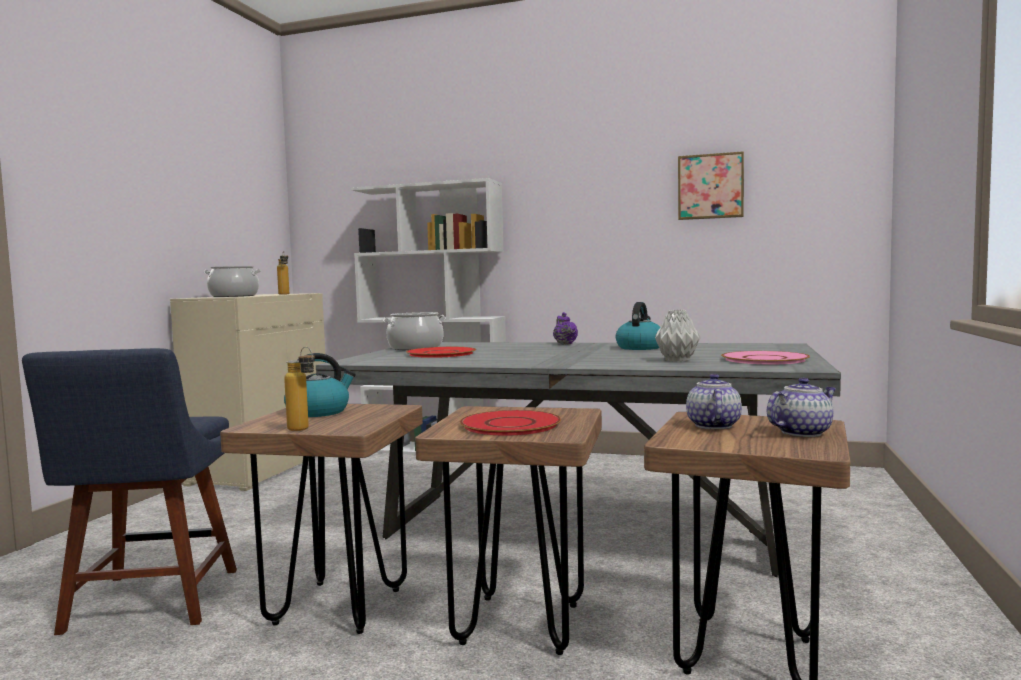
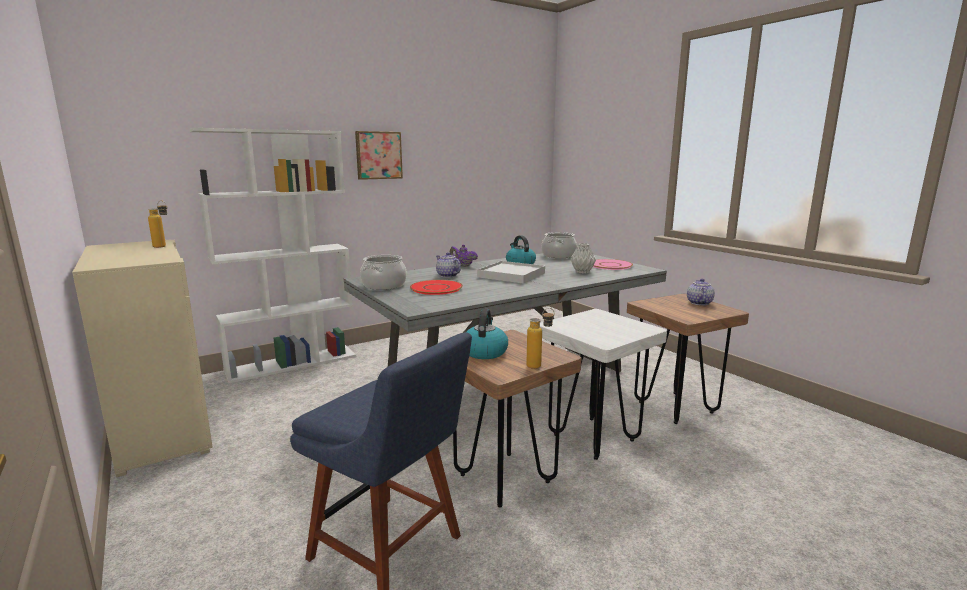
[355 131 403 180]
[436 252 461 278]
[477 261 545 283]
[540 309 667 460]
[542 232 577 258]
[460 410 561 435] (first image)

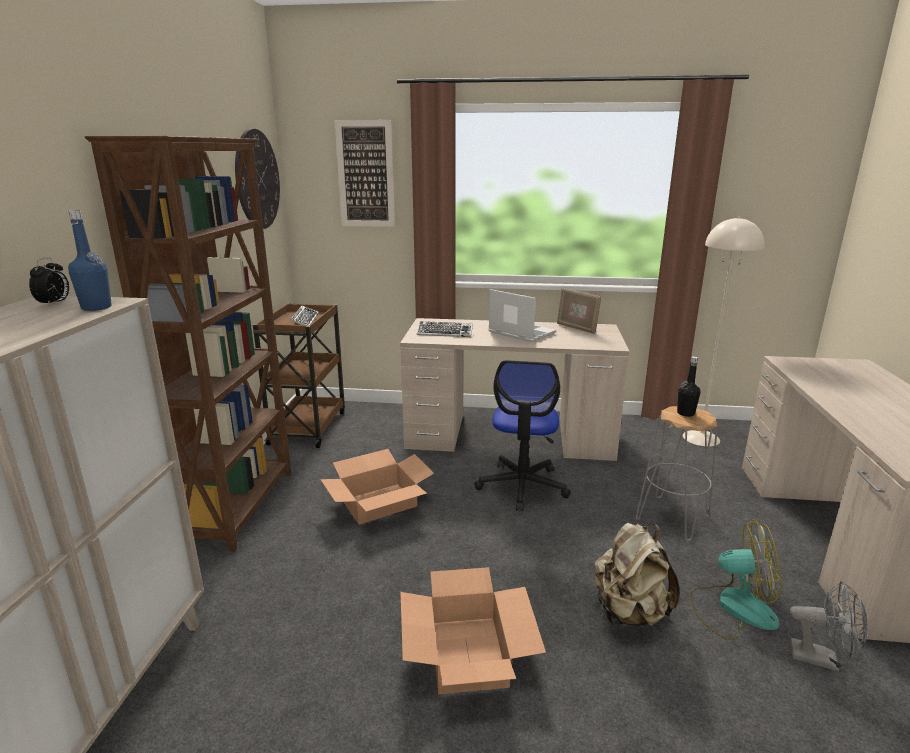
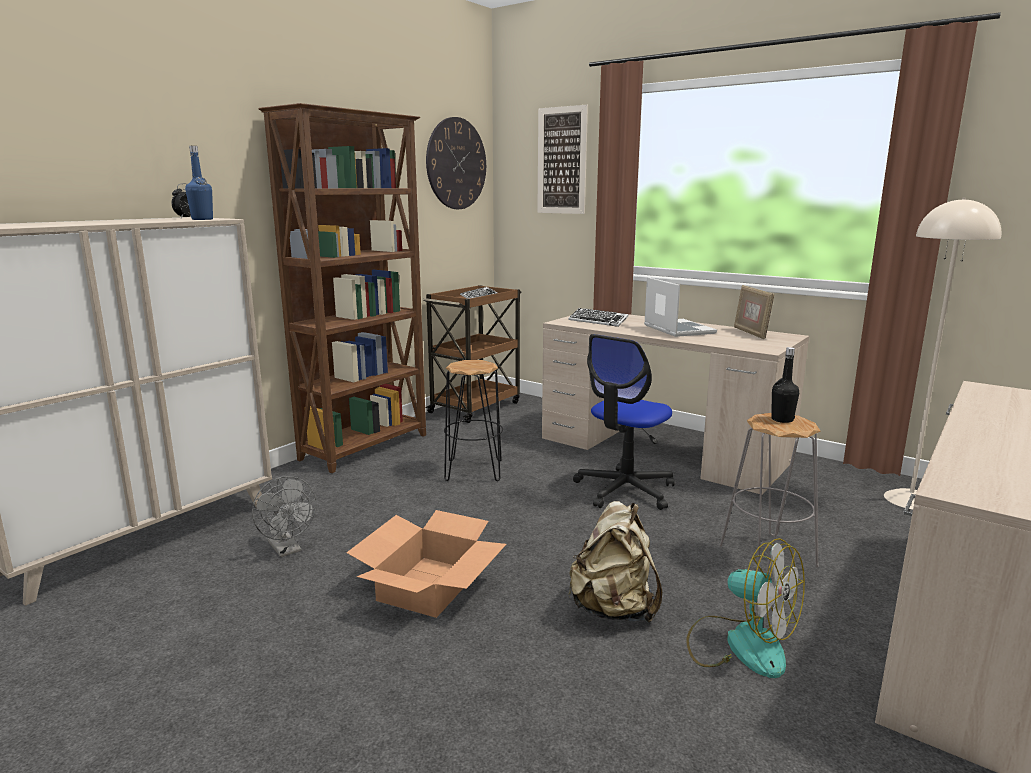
[252 476 316 557]
[444 360 503 481]

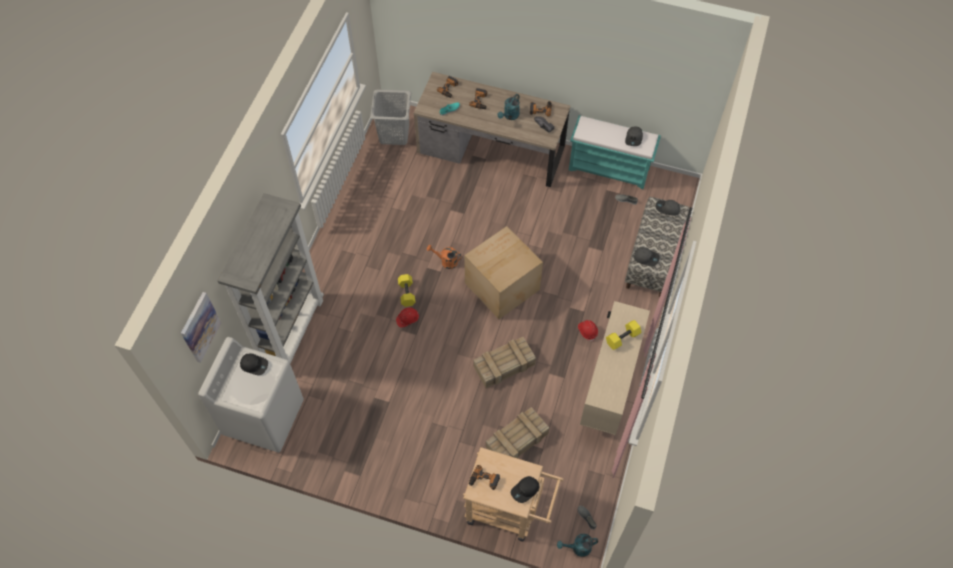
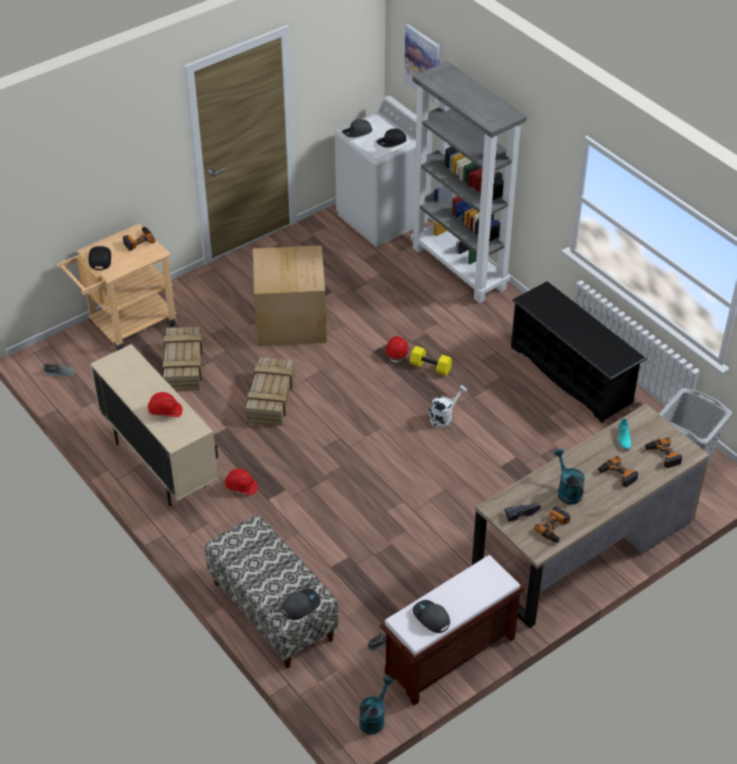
[148 392 182 417]
[253 245 327 346]
[342 119 372 138]
[359 676 393 734]
[380 555 525 706]
[428 385 467 428]
[511 281 646 423]

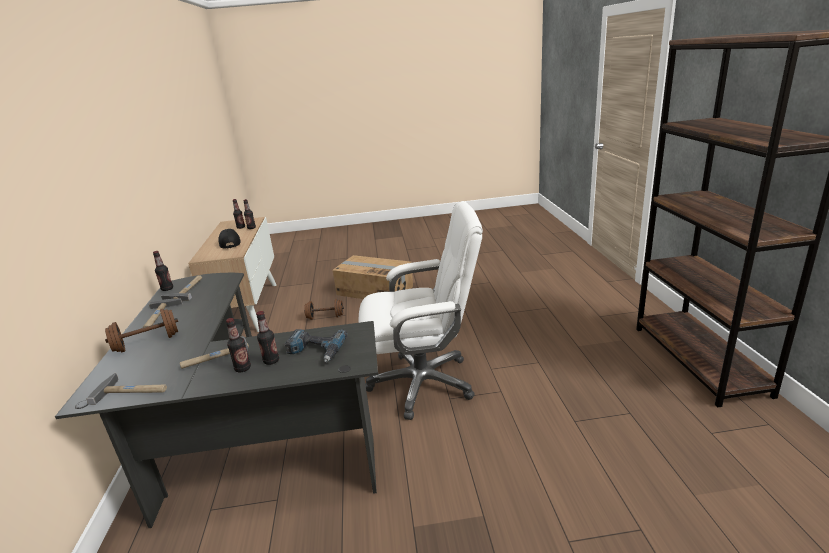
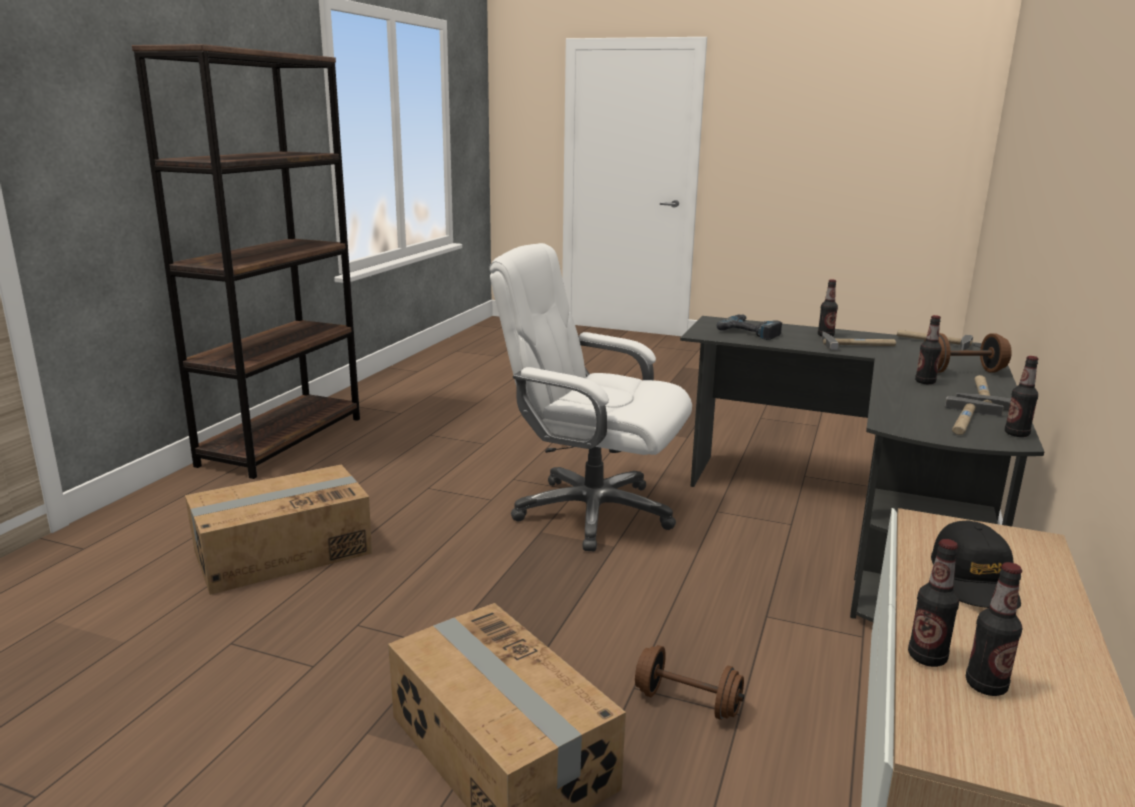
[185 465 372 595]
[915 315 942 384]

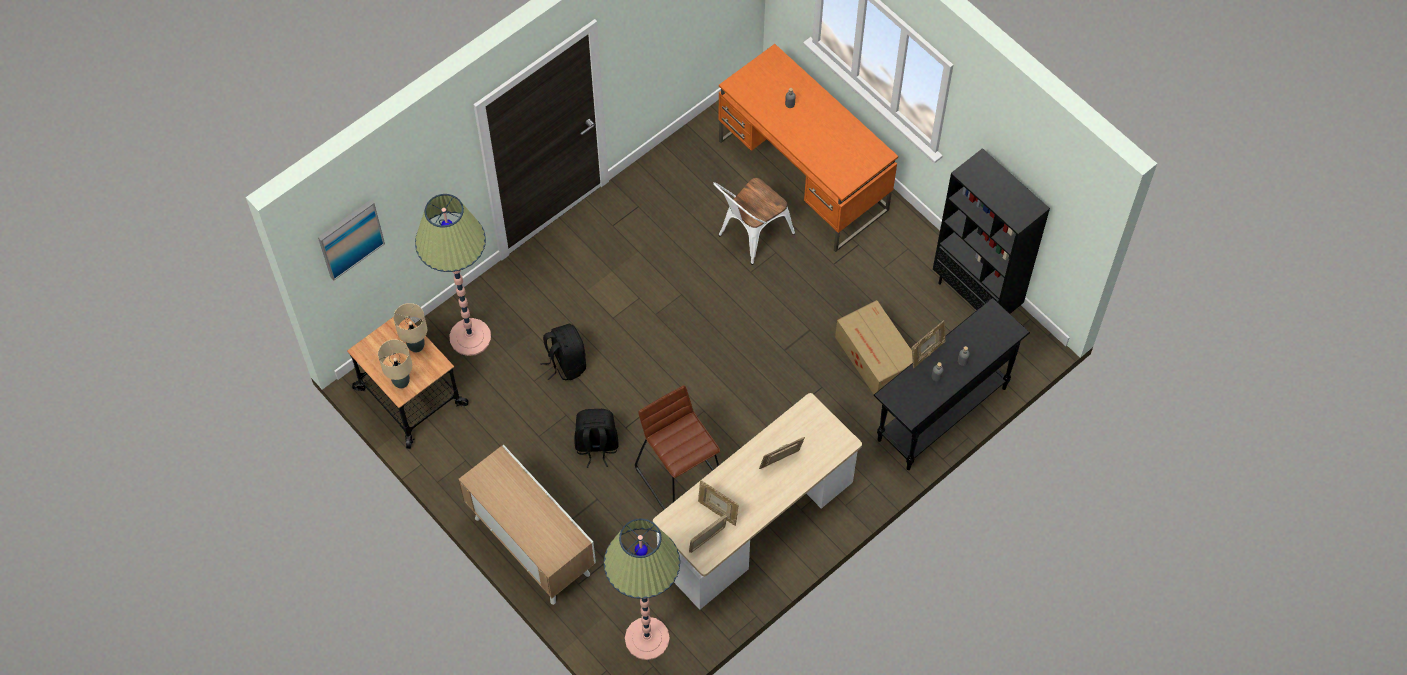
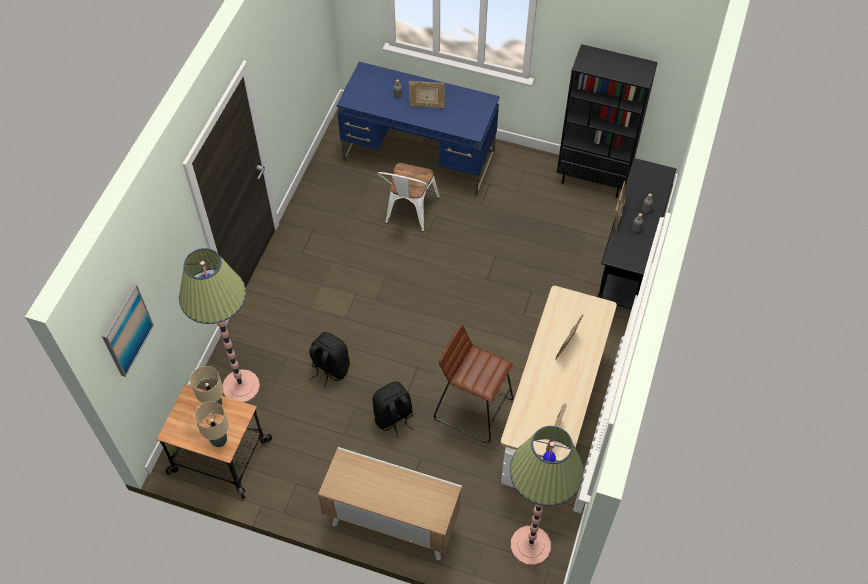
[337 62 499 196]
[409 81 445 108]
[835 300 913 394] (first image)

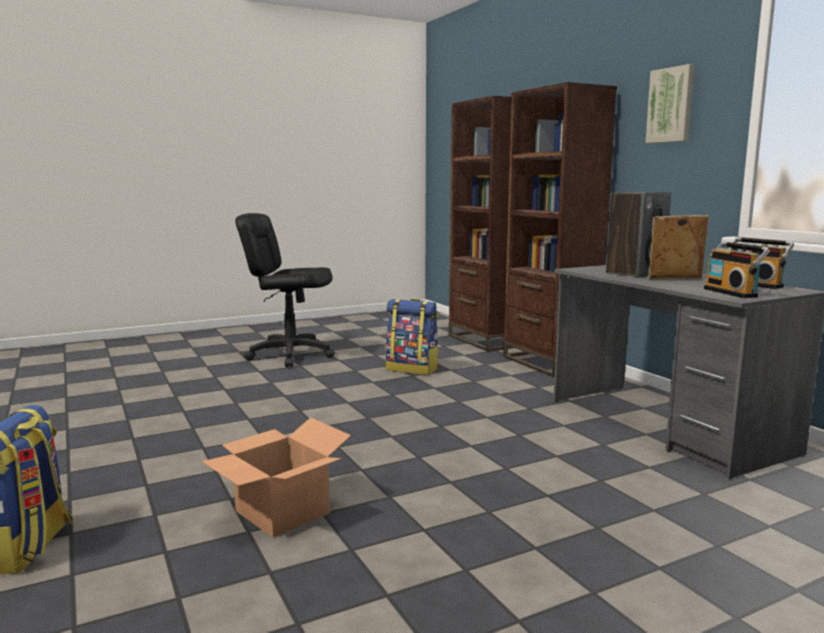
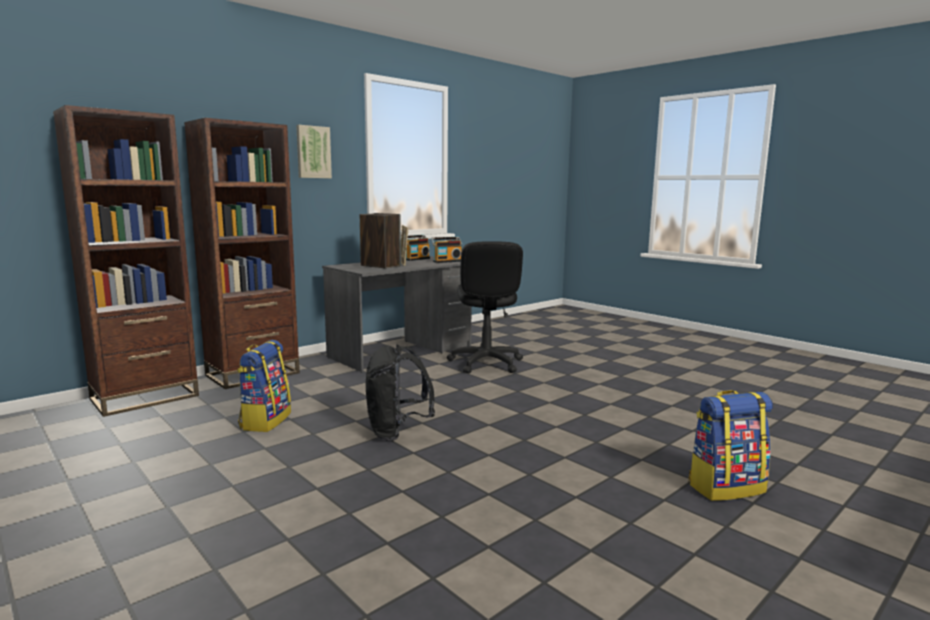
[366 344 435 441]
[447 241 523 374]
[202 418 351 537] (first image)

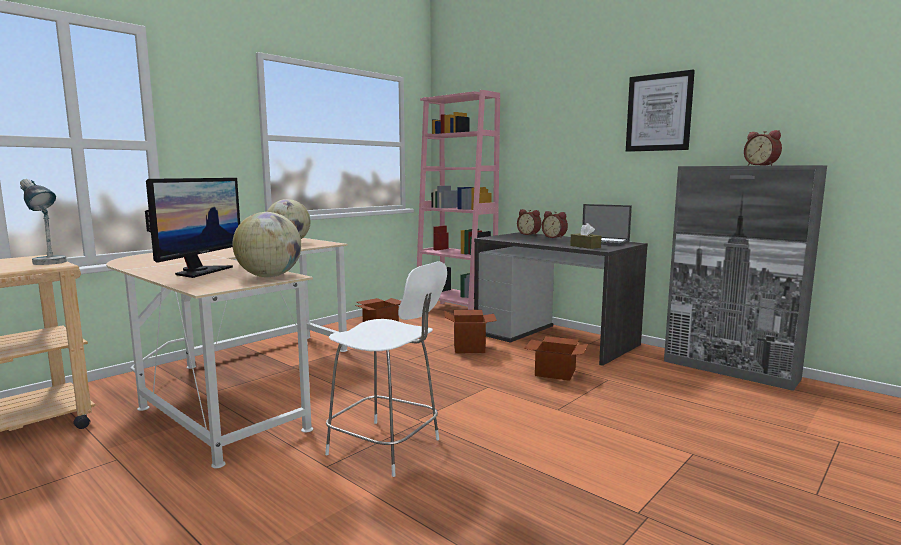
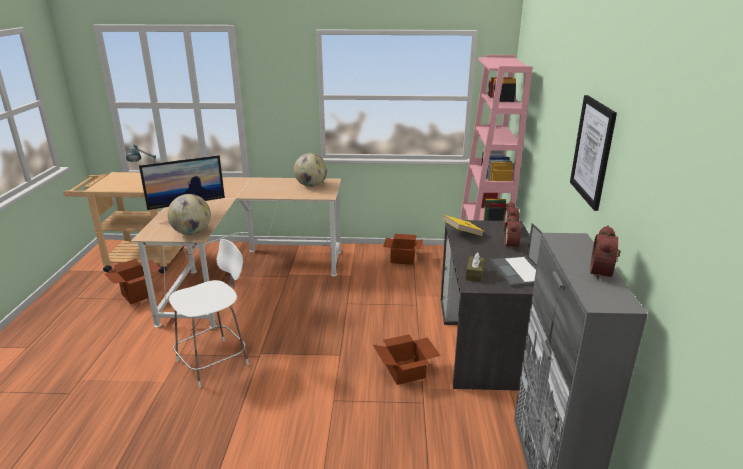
[105 259 161 304]
[169 239 249 388]
[443 215 484 236]

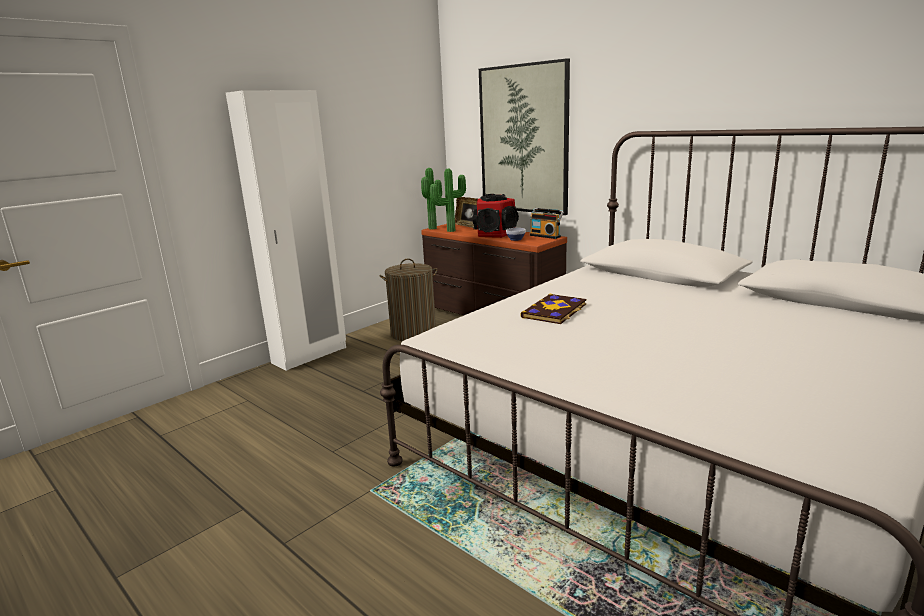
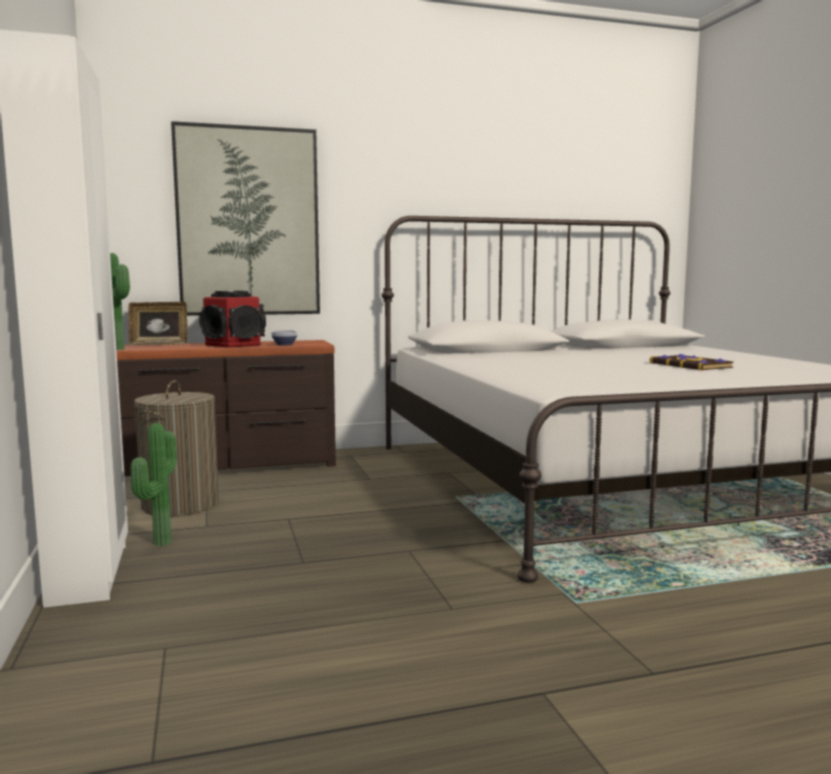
[131 423 177 546]
[650 354 733 371]
[530 208 564 239] (first image)

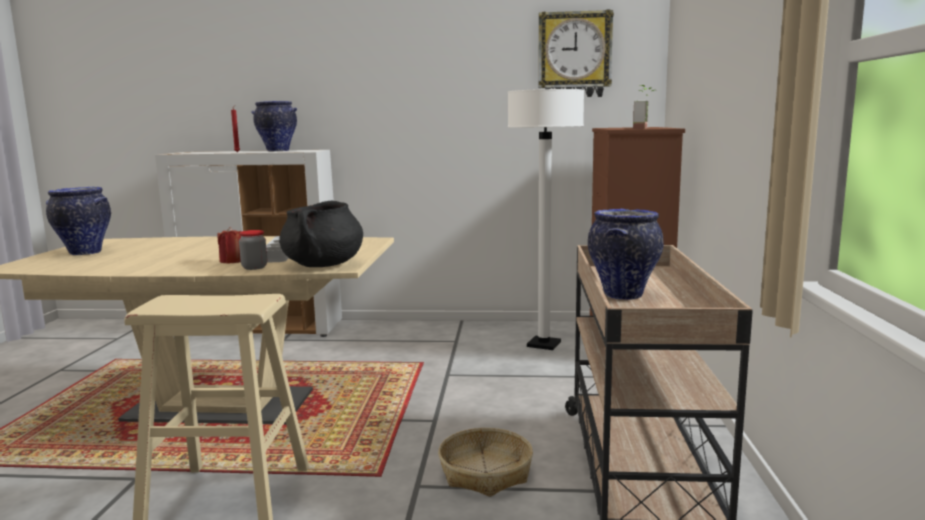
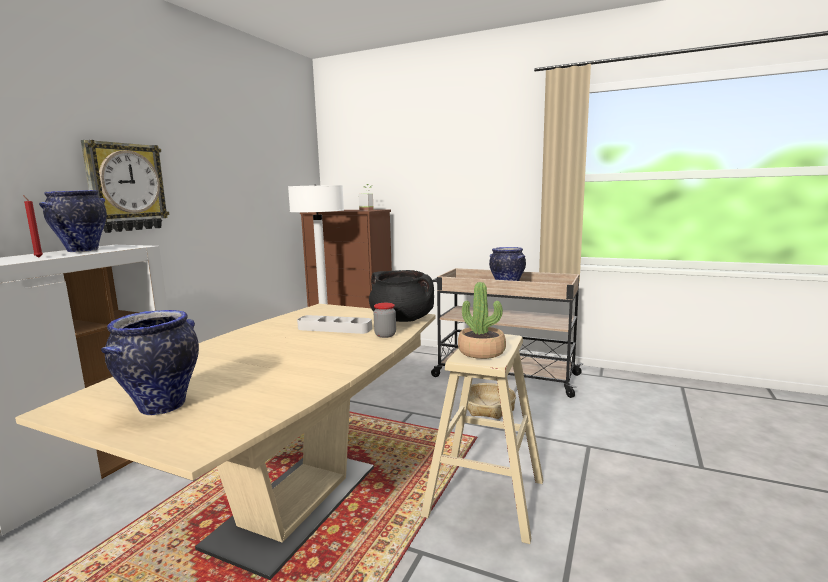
[81 140 170 233]
[458 282 506 359]
[217 227 242 264] (first image)

